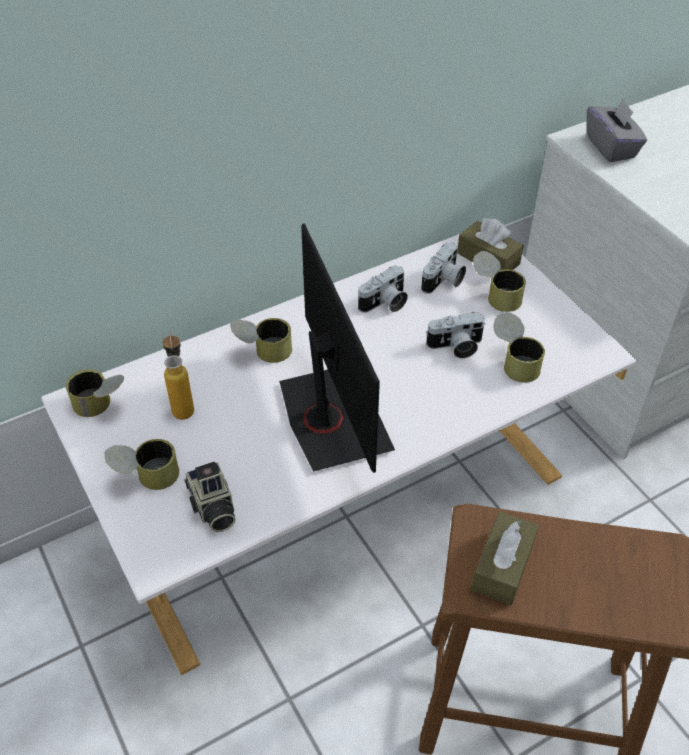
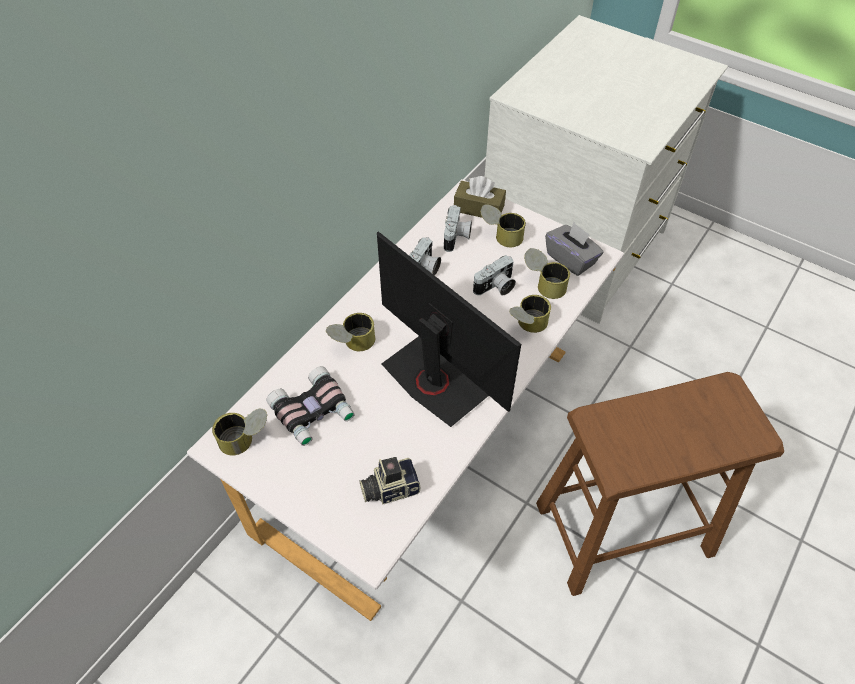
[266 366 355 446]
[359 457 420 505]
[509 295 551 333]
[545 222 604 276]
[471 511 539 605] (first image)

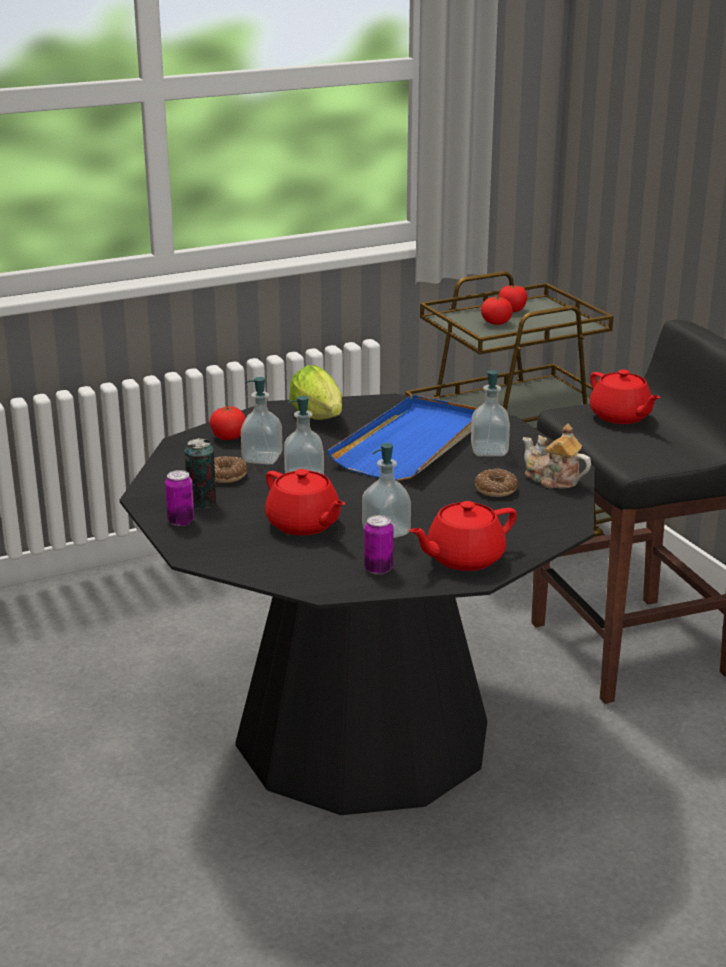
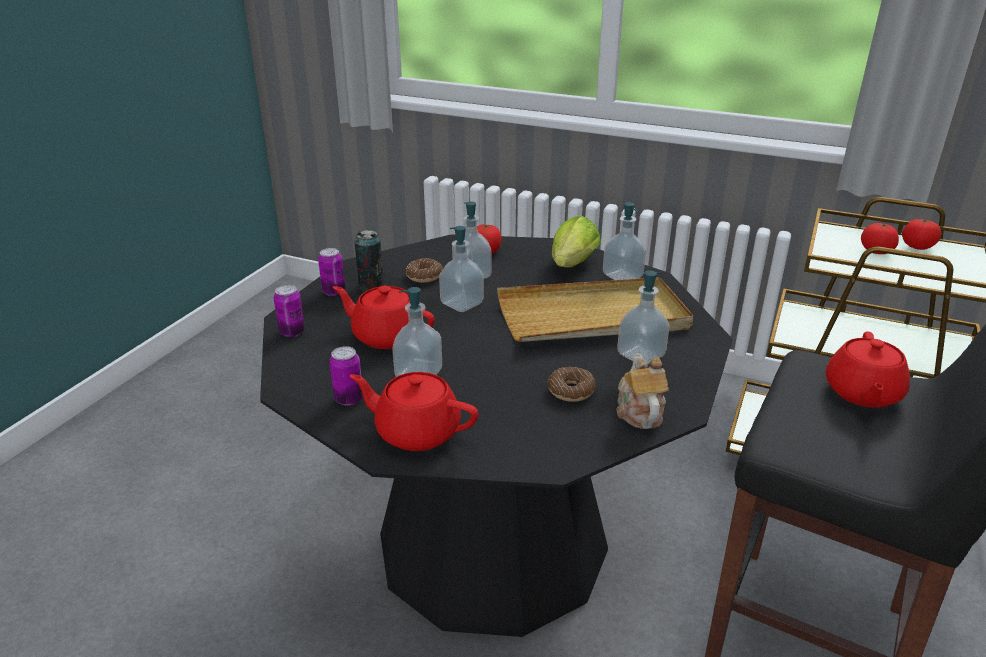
[274 285 305 337]
[332 286 435 349]
[497 277 694 342]
[603 202 646 280]

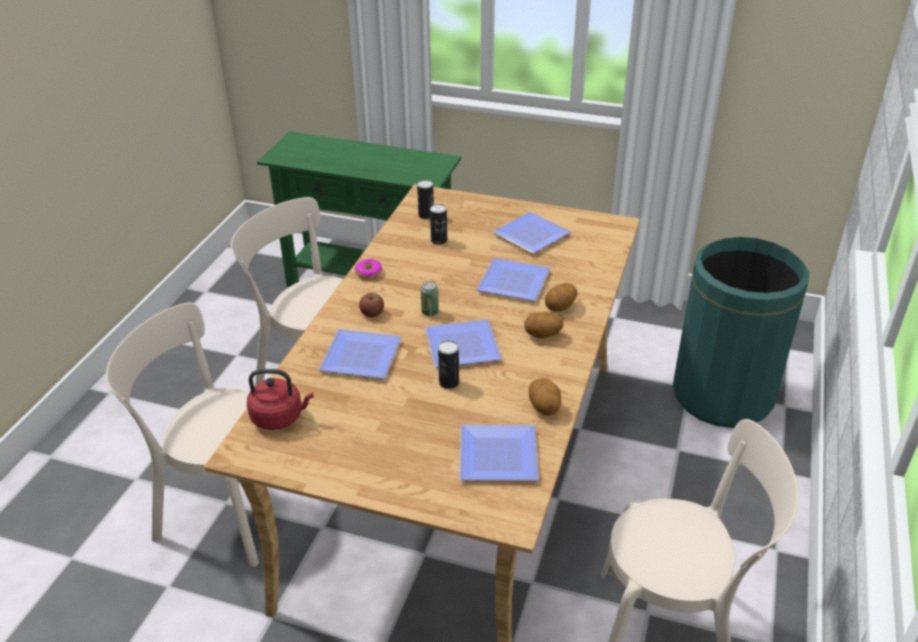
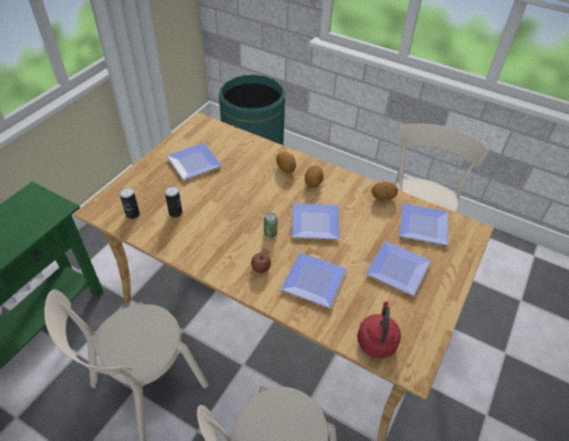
[366 241 431 296]
[355 259 383 279] (first image)
[438 340 459 389] (first image)

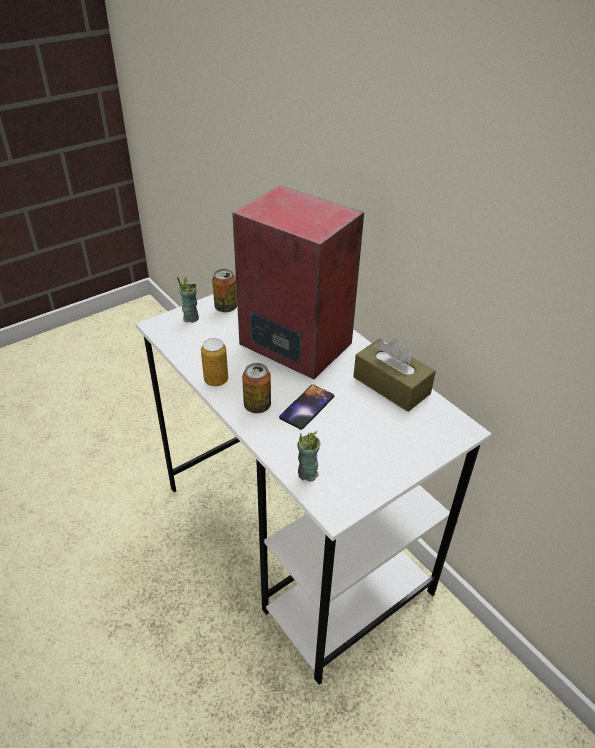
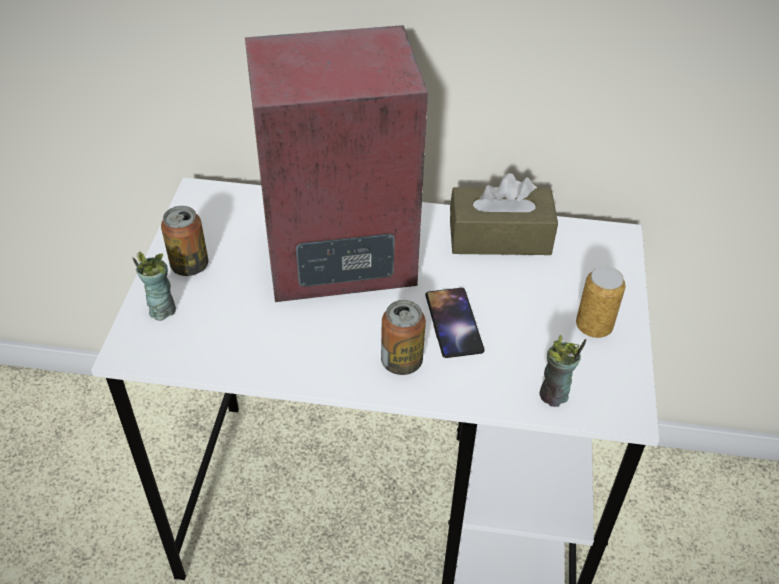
[576 266 625 338]

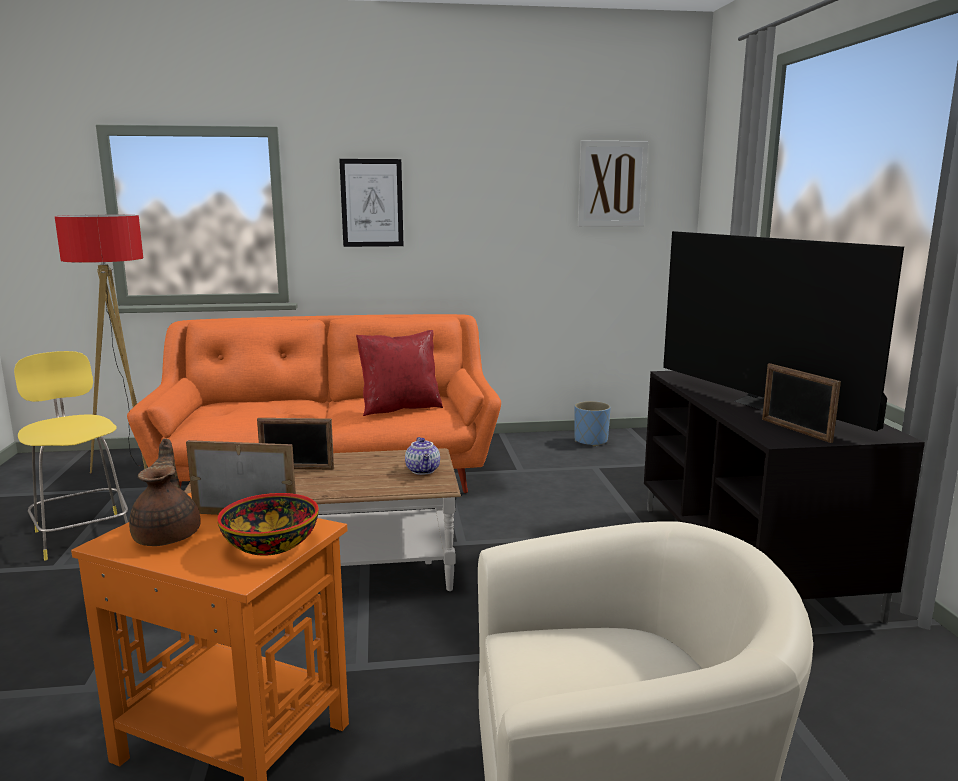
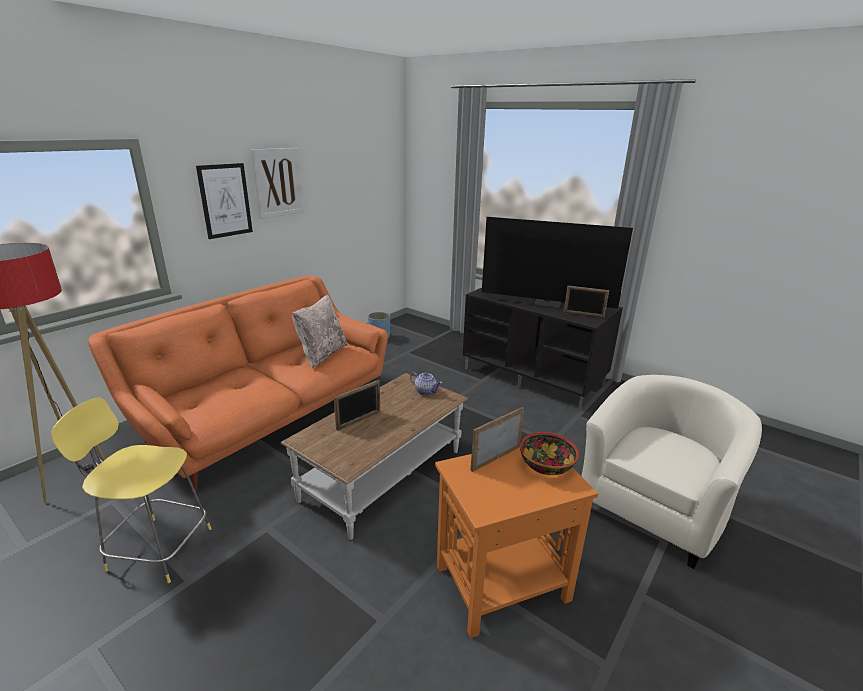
[251 148 304 219]
[292 295 348 368]
[129 438 201 546] (first image)

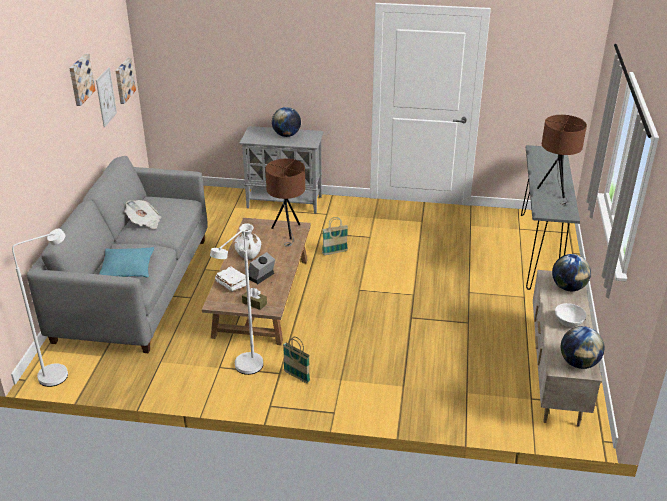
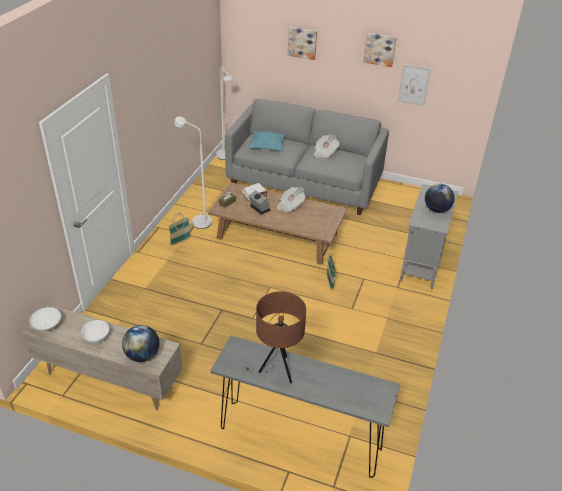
[29 307 61 331]
[277 187 305 212]
[288 27 317 60]
[265 159 305 247] (first image)

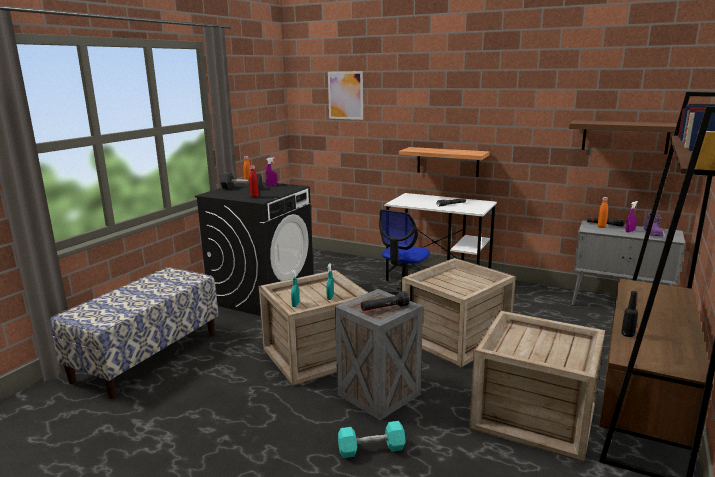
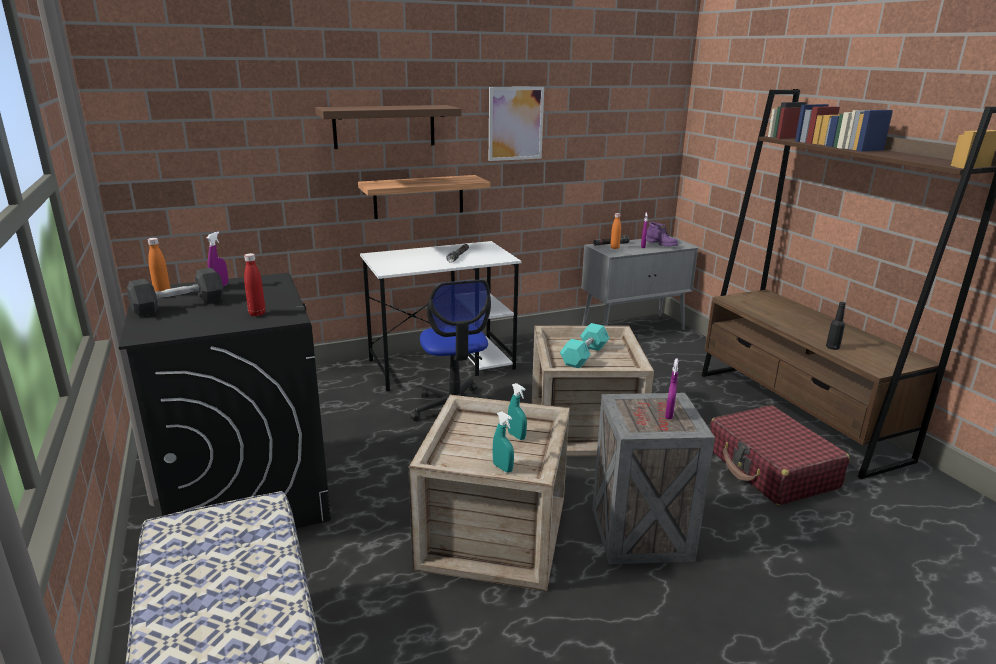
[315 105 462 149]
[489 87 544 161]
[560 323 609 368]
[665 358 678 419]
[710 405 850 505]

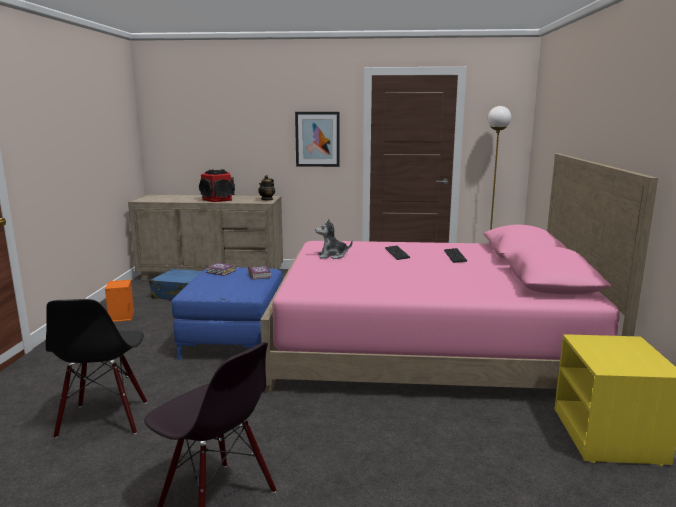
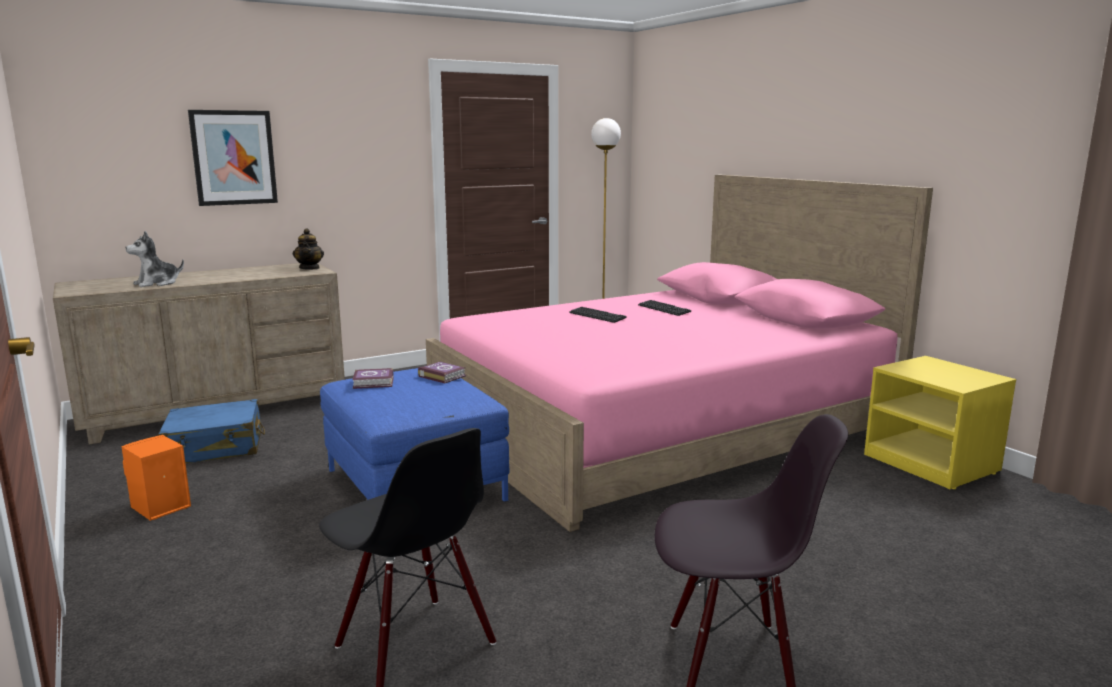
[125 231 184 287]
[188 110 278 206]
[199 169 235 202] (first image)

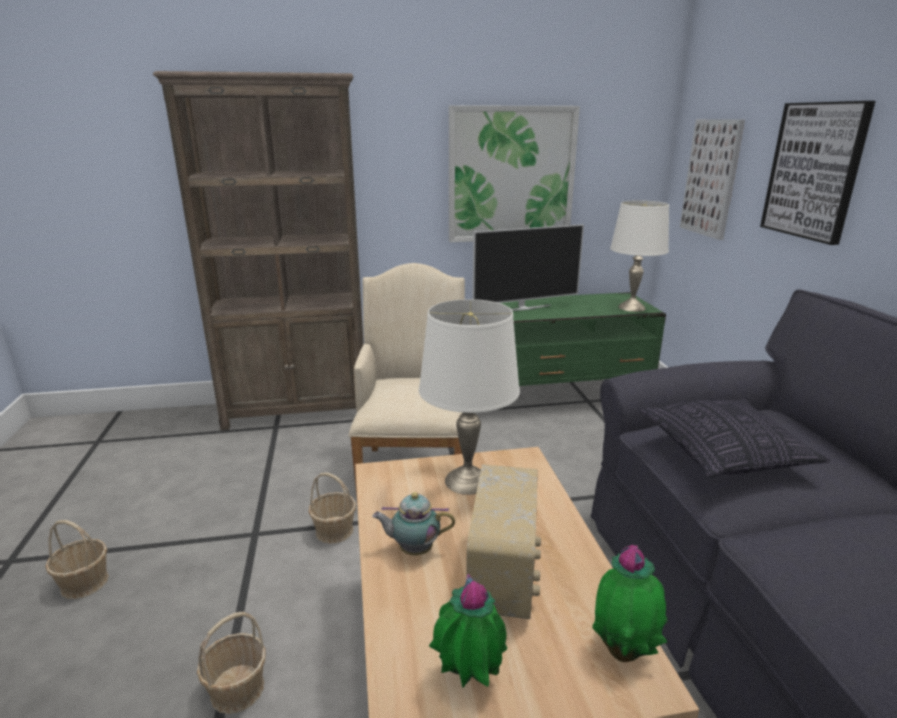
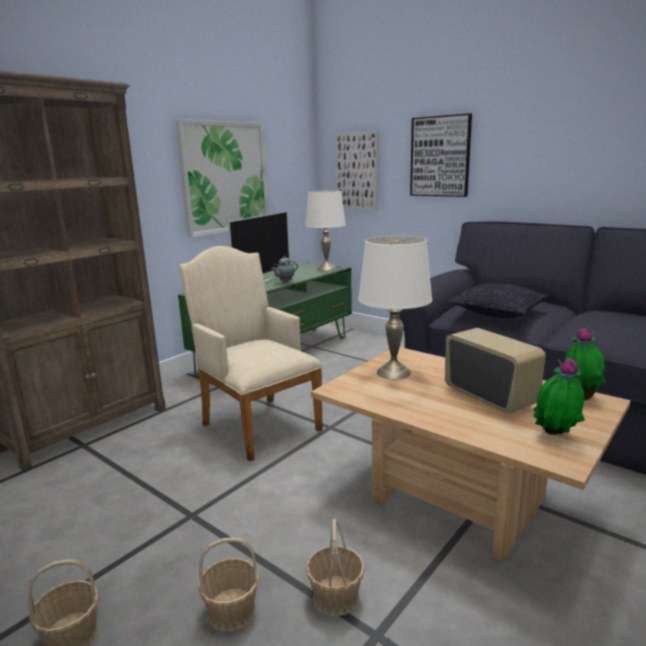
[198 537 259 631]
[271 256 298 283]

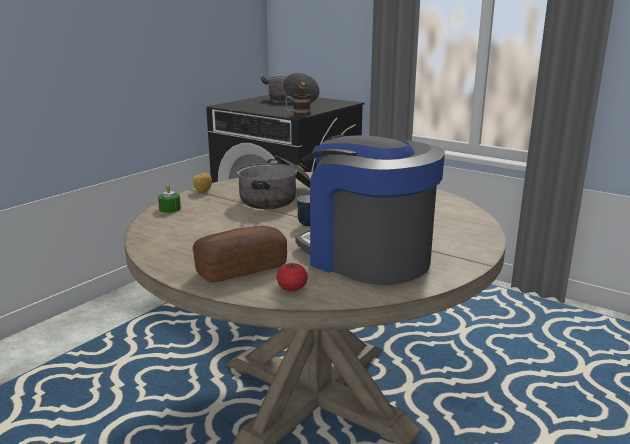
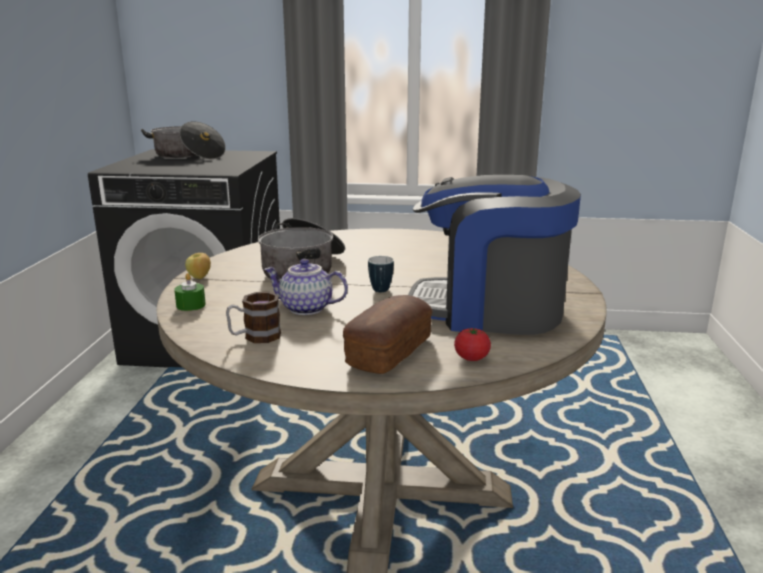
[226 292 281 343]
[264 259 348 315]

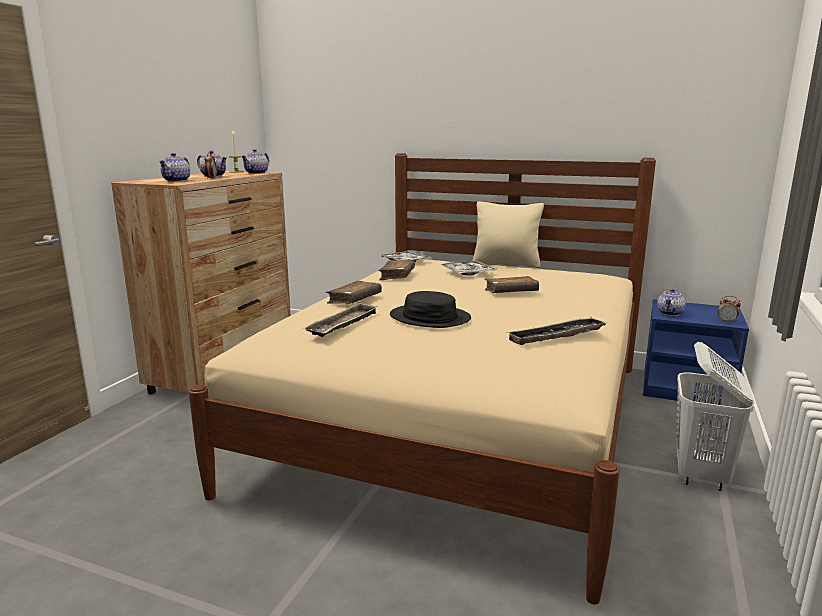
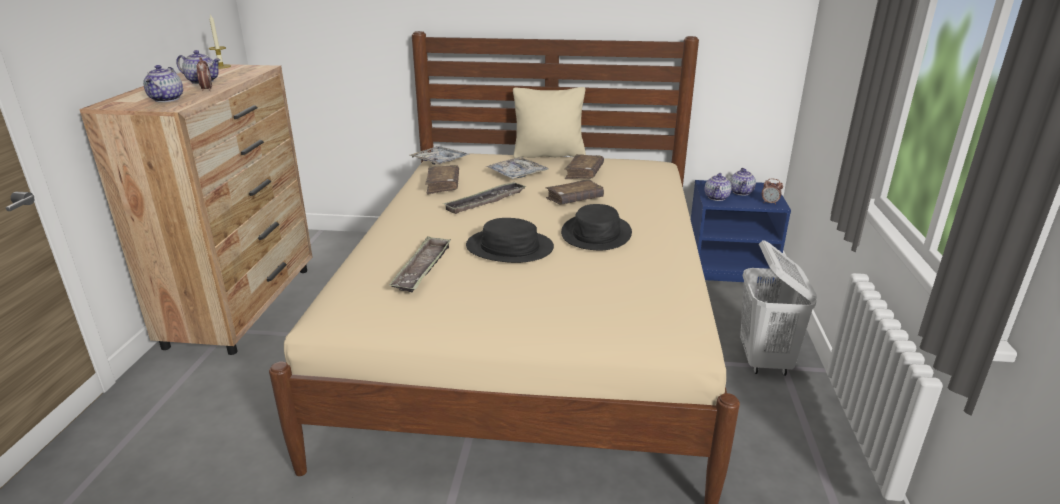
[443 182 527 214]
[561 204 632 250]
[564 154 604 179]
[730 168 756 196]

